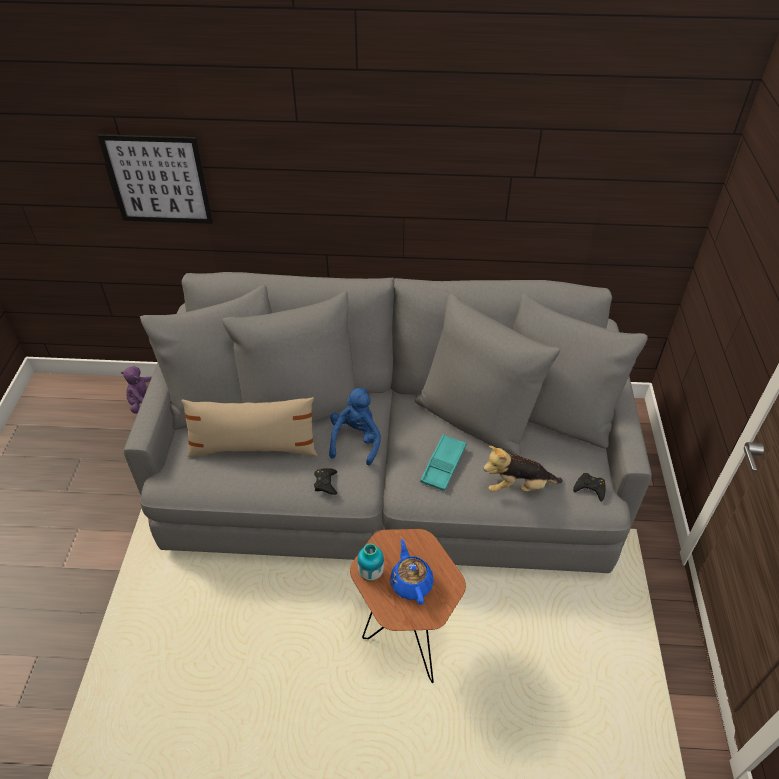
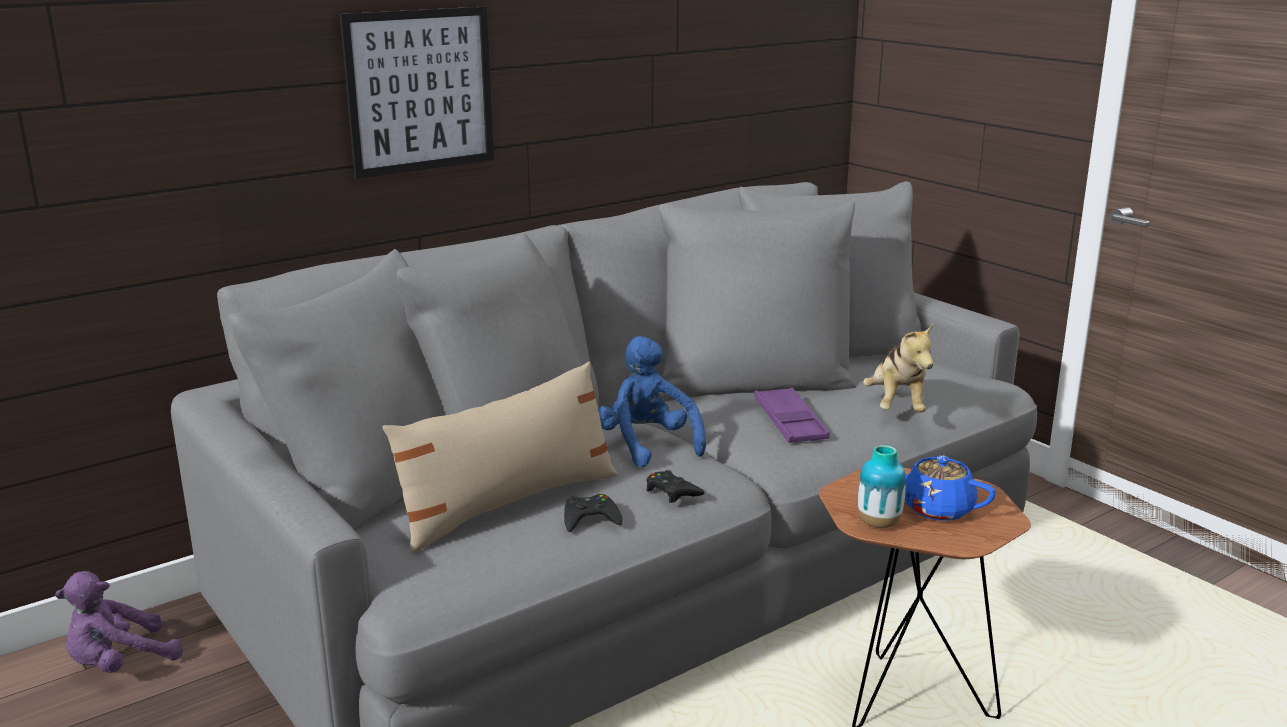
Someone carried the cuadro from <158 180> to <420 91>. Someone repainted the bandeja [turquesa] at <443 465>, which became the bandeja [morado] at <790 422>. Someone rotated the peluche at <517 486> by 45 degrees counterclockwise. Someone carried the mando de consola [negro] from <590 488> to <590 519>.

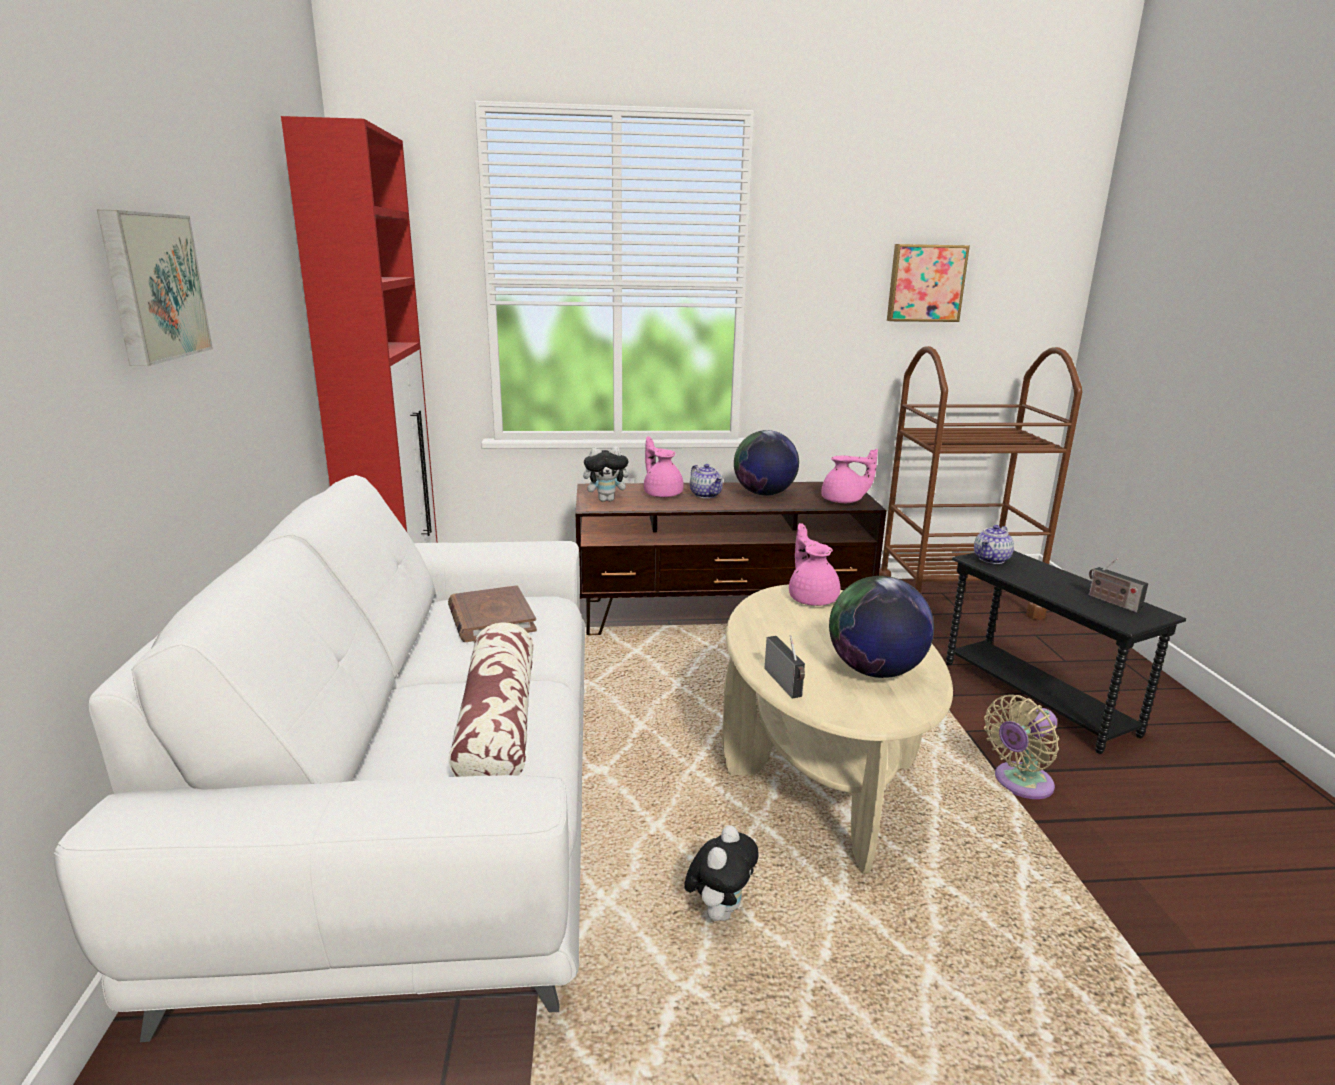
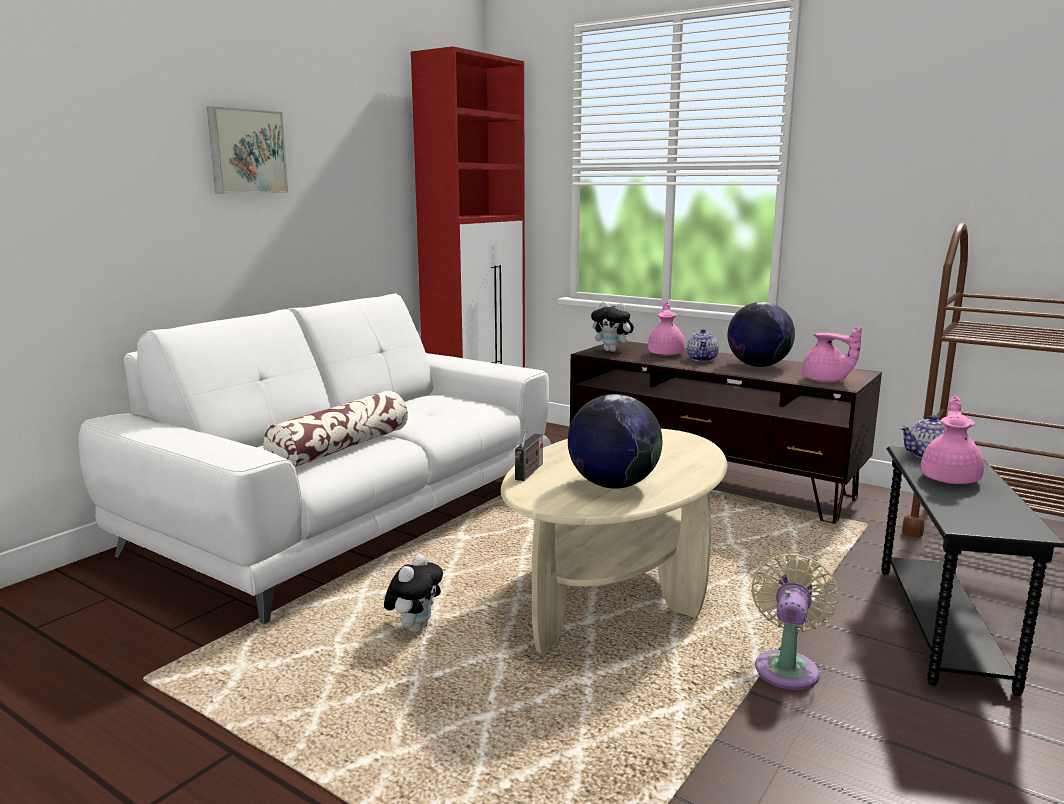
Someone took away the libro [marrón] at <491 618>. Someone rotated the peluche at <719 910> by 45 degrees counterclockwise. Someone carried the tetera [rosa] from <812 598> to <950 478>. Someone took away the cuadro at <925 283>. Someone rotated the ventilador [beis] at <1019 783> by 105 degrees clockwise. Someone took away the radio at <1111 602>.

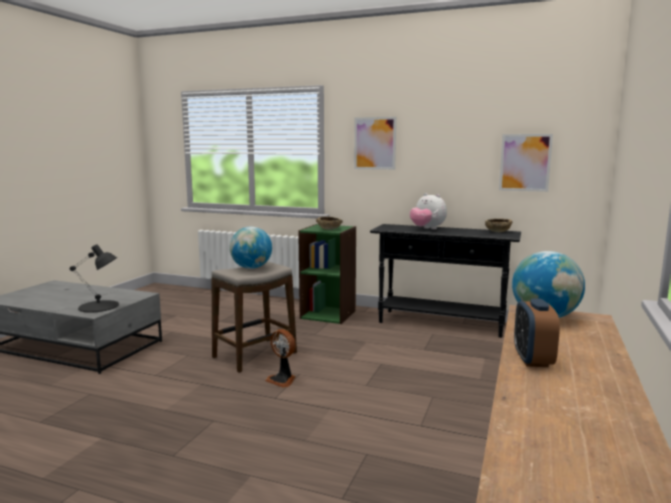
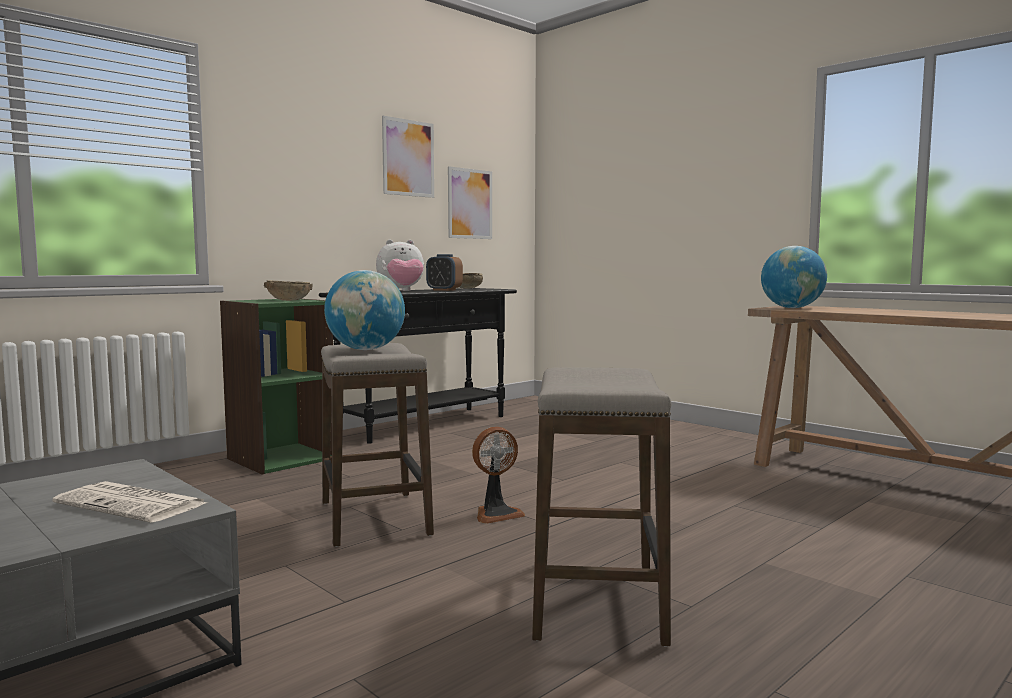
Someone swapped the lámpara de mesa [negro] at <99 306> for the periódico at <133 504>. Someone carried the cuadro from <375 143> to <408 158>. Someone carried the despertador from <532 360> to <444 290>. Someone put down the taburete at <596 600>.

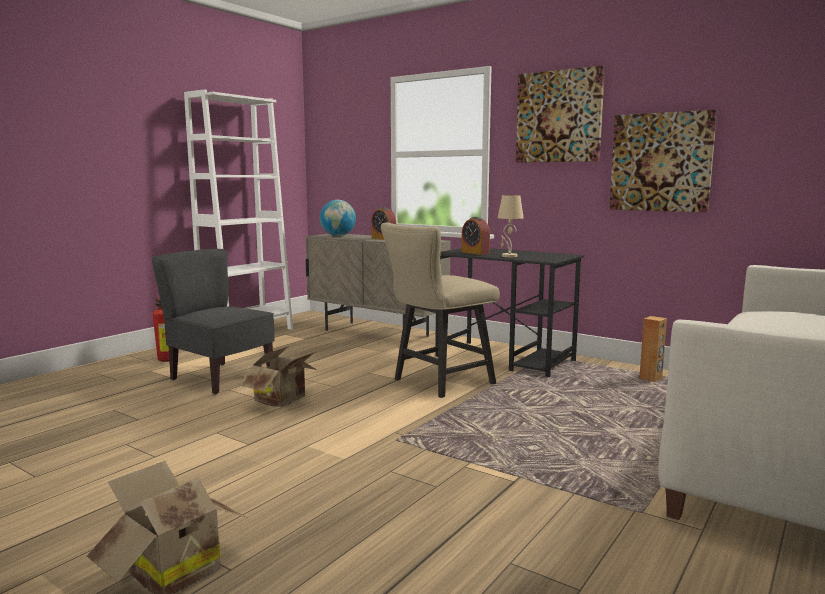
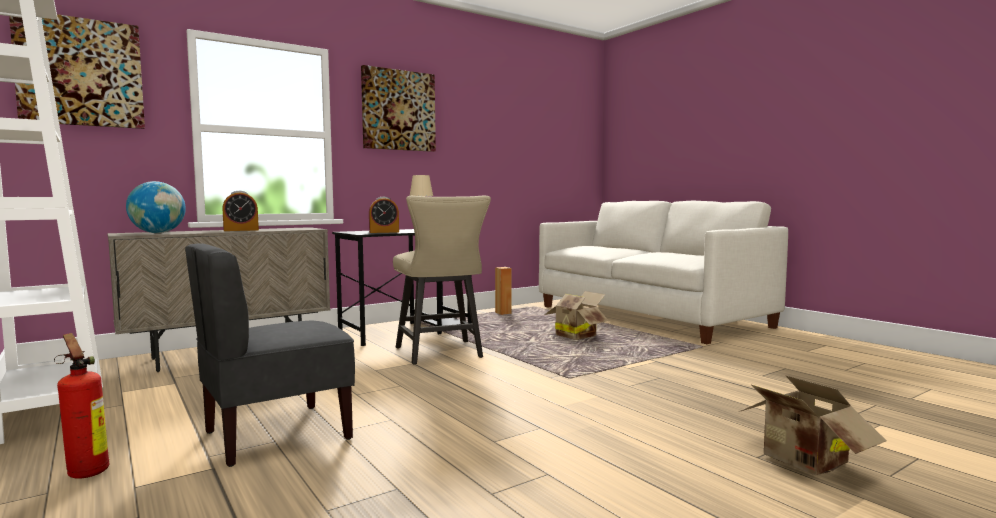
Someone carried the caja de cartón from <284 400> to <577 336>. Someone carried the cuadro from <661 162> to <80 72>.

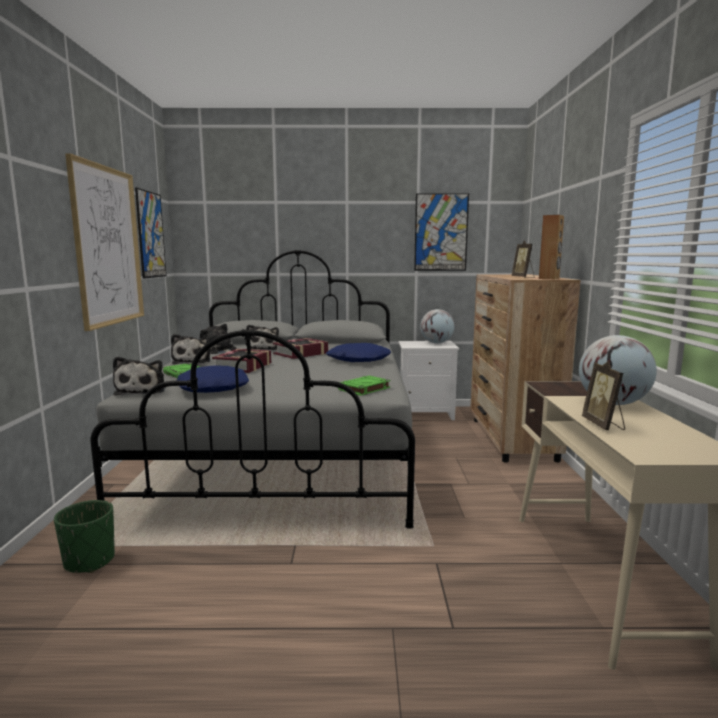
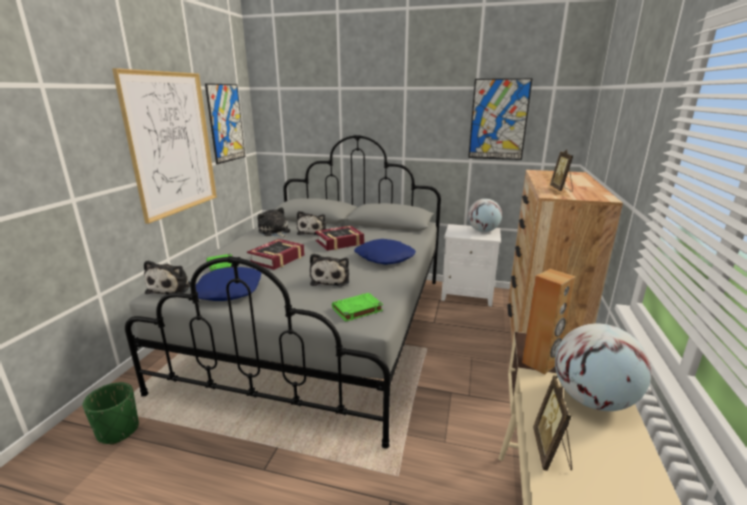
Someone carried the peluche from <192 361> to <331 279>. Someone carried the altavoz [marrón] from <549 278> to <540 363>.

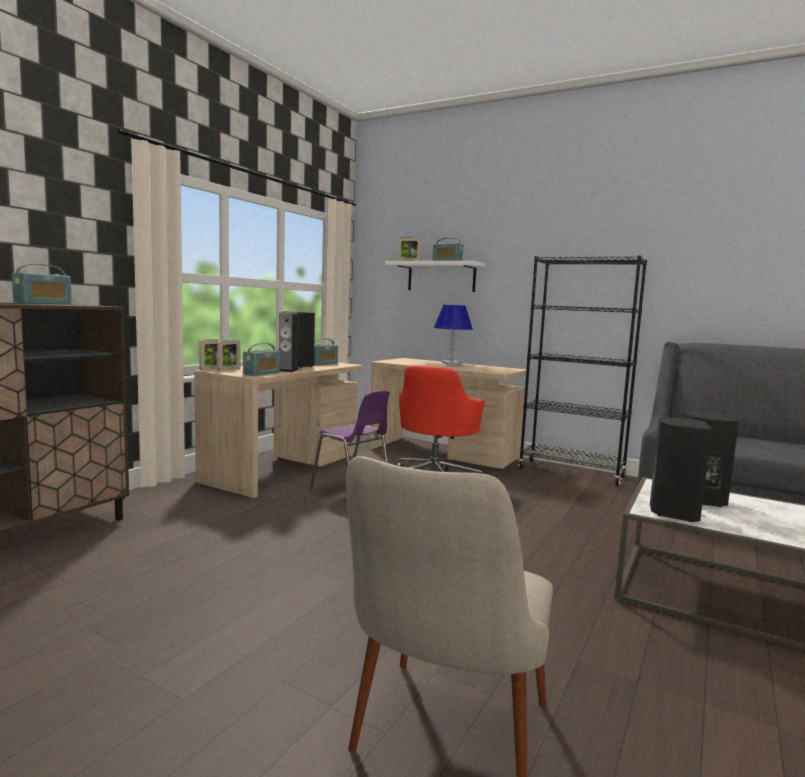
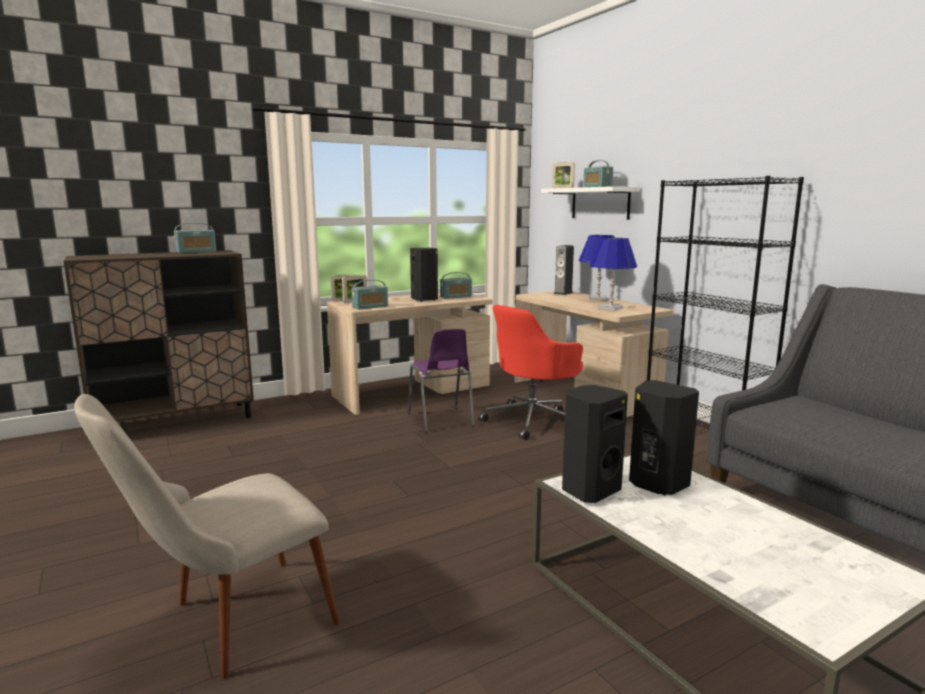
Someone carried the altavoz from <288 370> to <563 293>. Someone put down the lámpara de mesa [azul] at <610 308>.

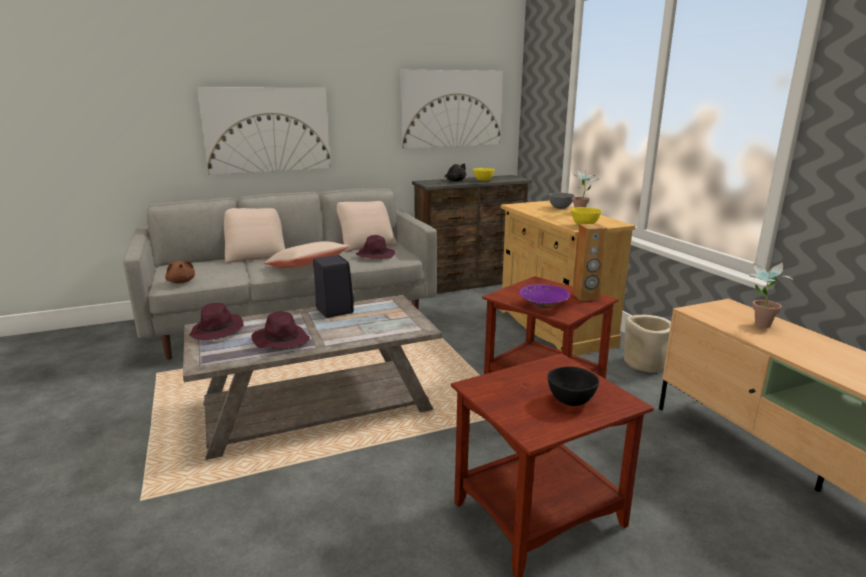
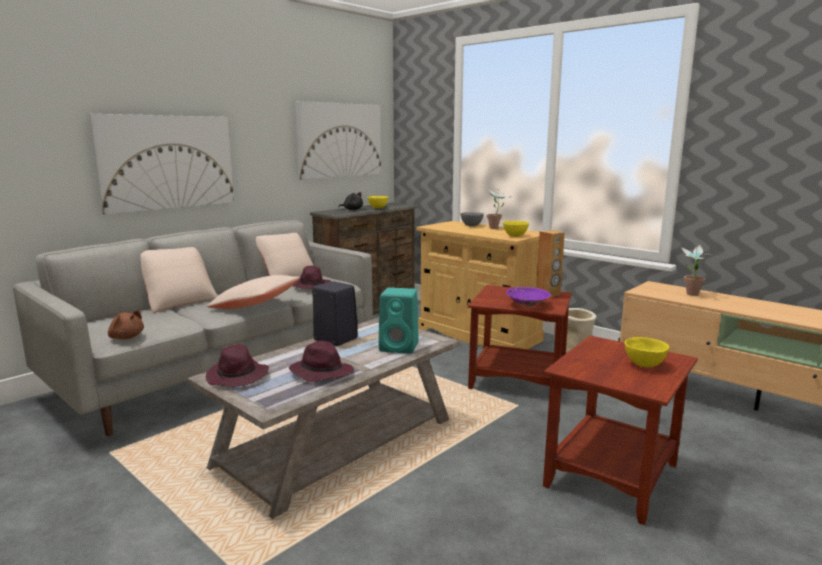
Someone repainted the cuenco [negro] at <570 401>, which became the cuenco [amarillo] at <644 365>. Someone put down the altavoz [turquesa] at <400 347>.

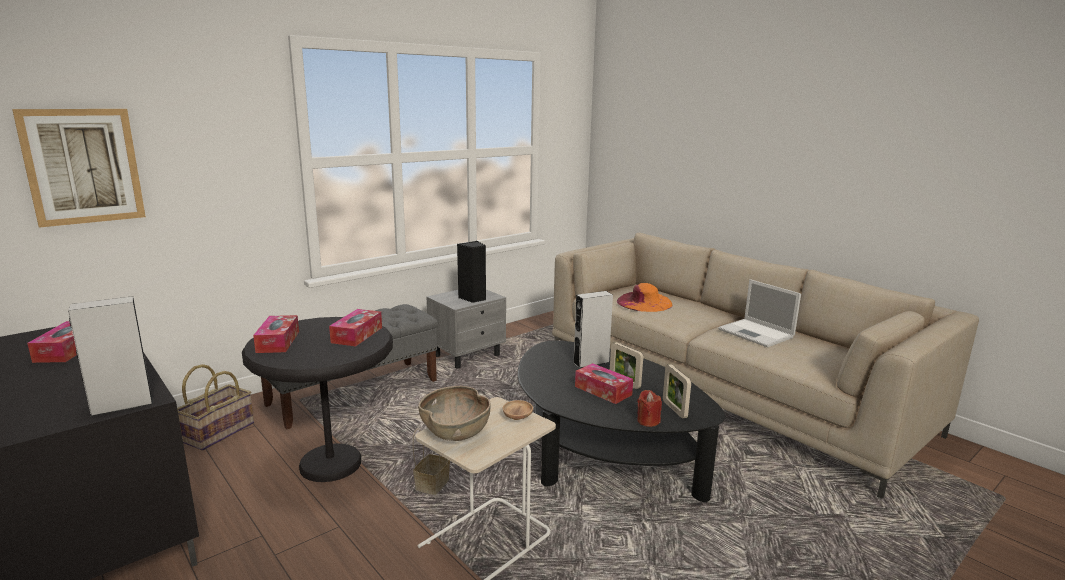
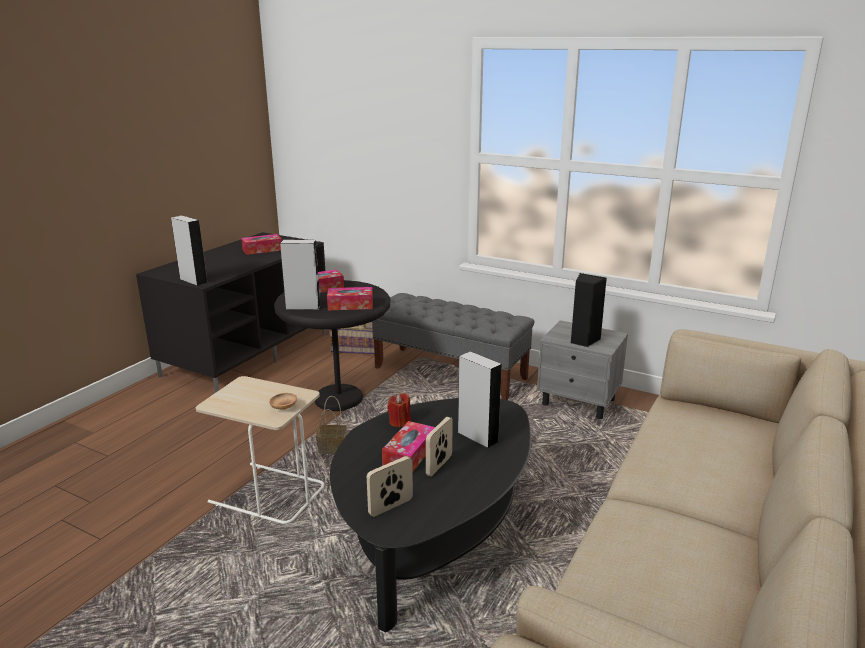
Someone took away the cuadro at <83 166>. Someone took away the cuenco [marrón] at <456 432>. Someone took away the sombrero [naranja] at <644 302>. Someone carried the vela [rojo] from <648 421> to <399 422>. Someone took away the portátil at <757 333>. Someone put down the altavoz [gris] at <303 307>.

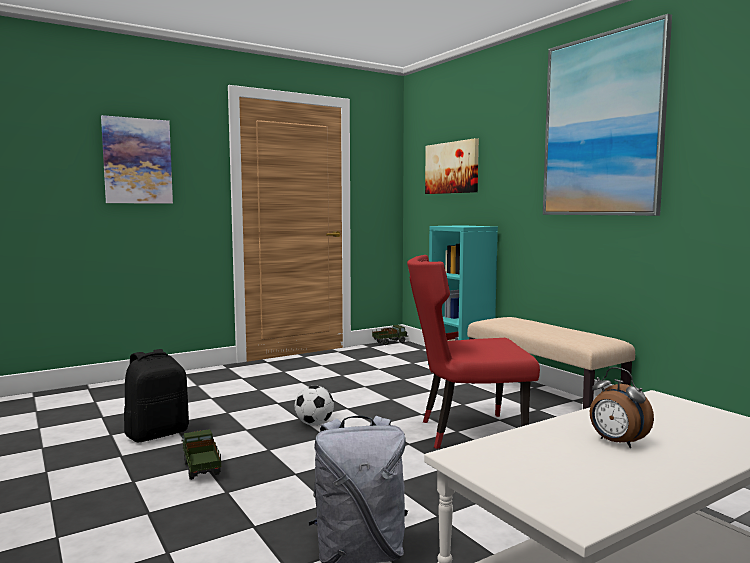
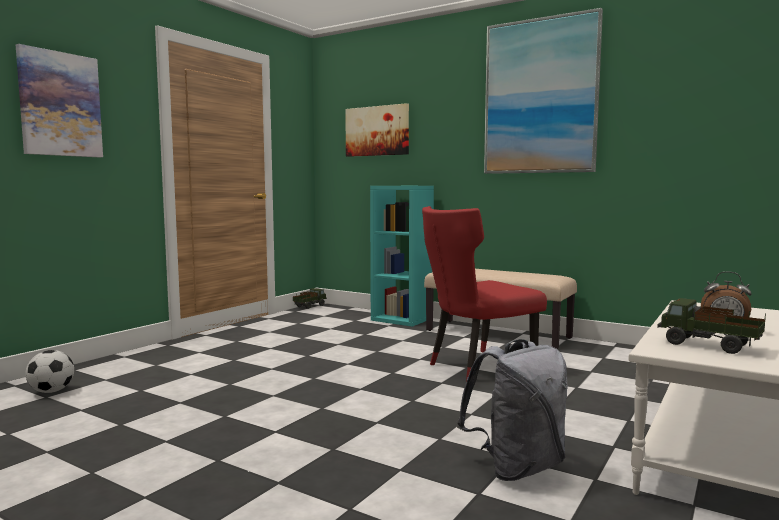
Someone took away the mochila [negro] at <157 433>. Someone carried the camión de juguete from <201 470> to <709 346>. Someone carried the balón de fútbol from <314 424> to <52 391>.

